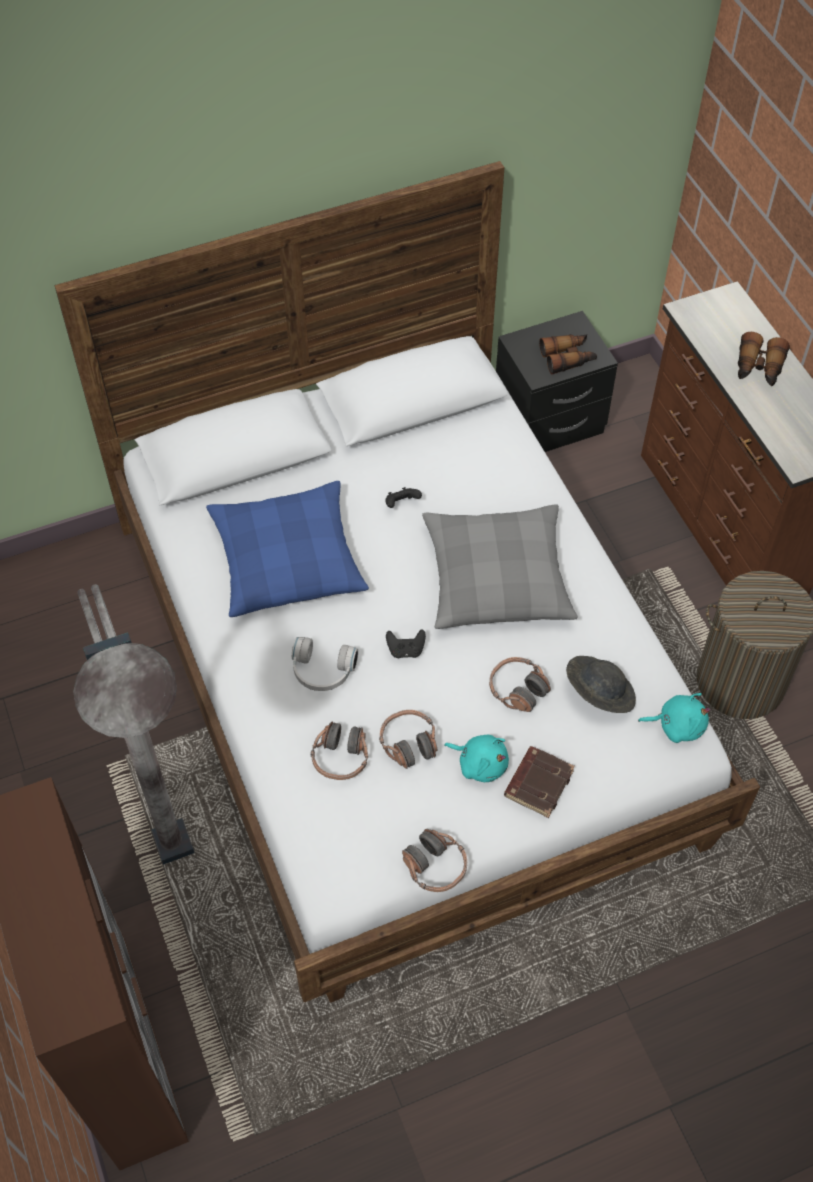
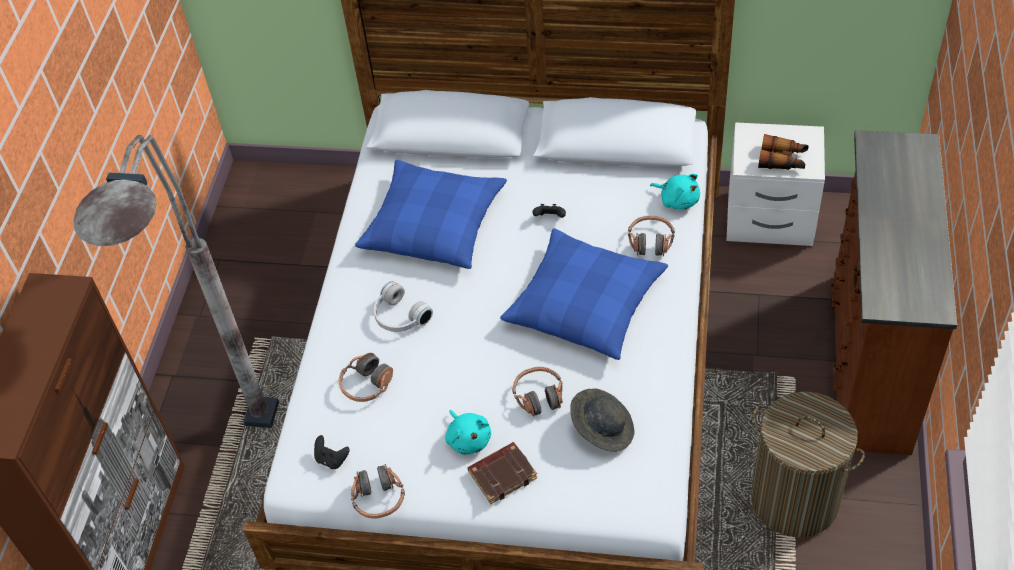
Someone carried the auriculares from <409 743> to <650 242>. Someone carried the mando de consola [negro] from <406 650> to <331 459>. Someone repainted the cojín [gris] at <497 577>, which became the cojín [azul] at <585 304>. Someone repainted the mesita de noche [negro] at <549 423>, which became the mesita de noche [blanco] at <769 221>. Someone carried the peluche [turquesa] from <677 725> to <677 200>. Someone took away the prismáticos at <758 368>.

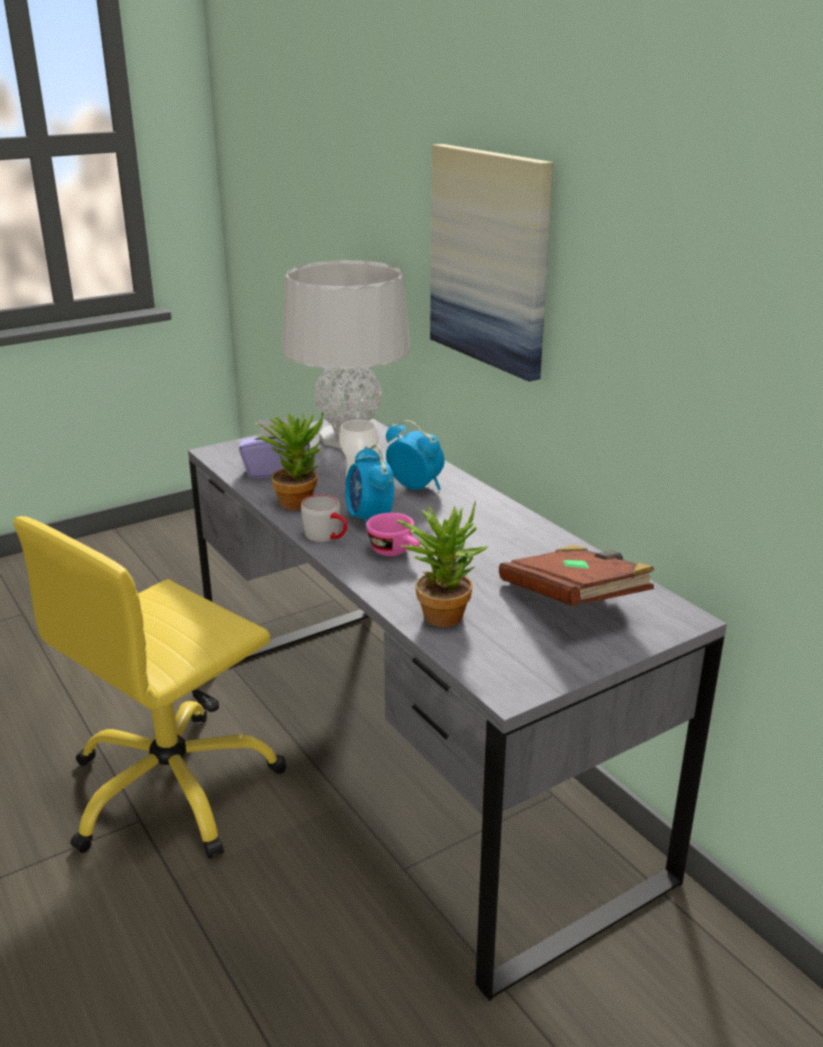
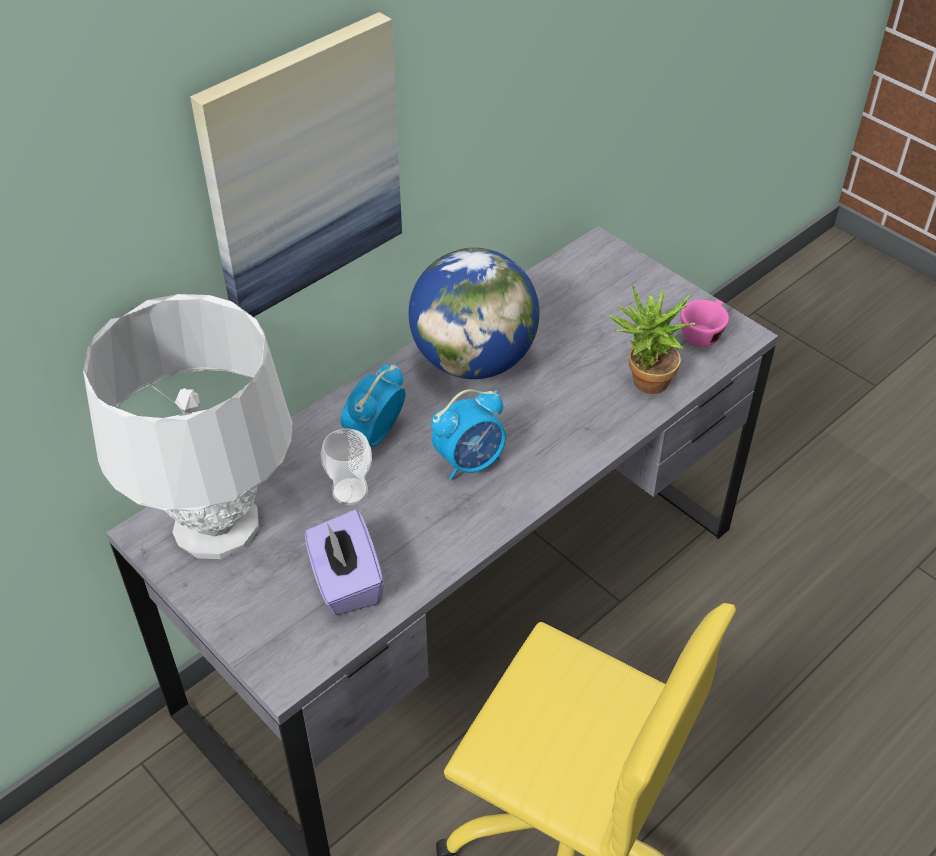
Someone took away the planta en maceta at <297 500>. Someone took away the taza grande [gris] at <328 537>. Someone carried the taza [rosa] from <396 552> to <703 333>. Someone took away the libro [marrón] at <573 601>. Someone put down the globo terráqueo at <473 360>.

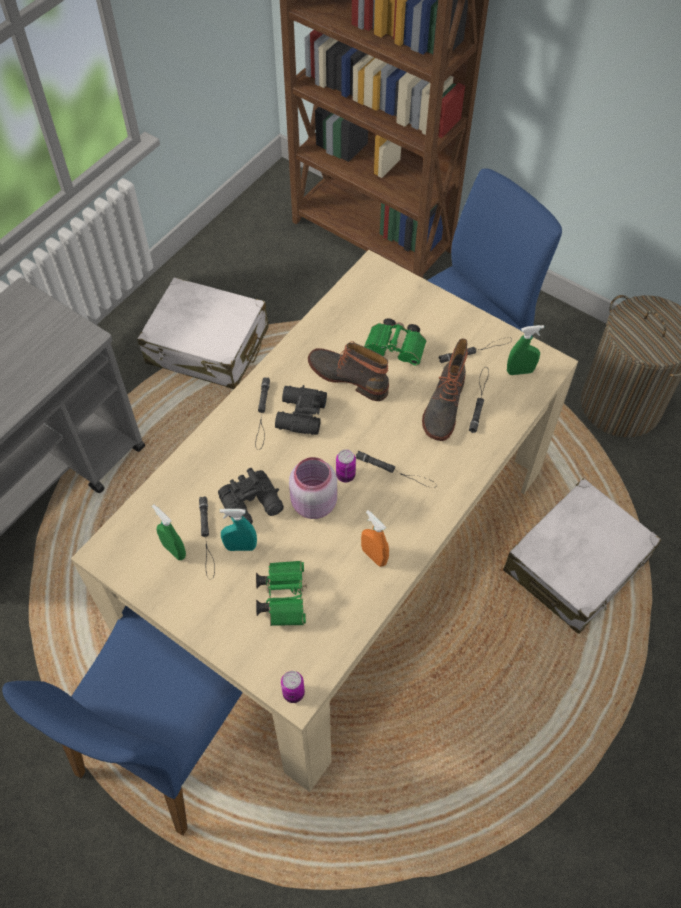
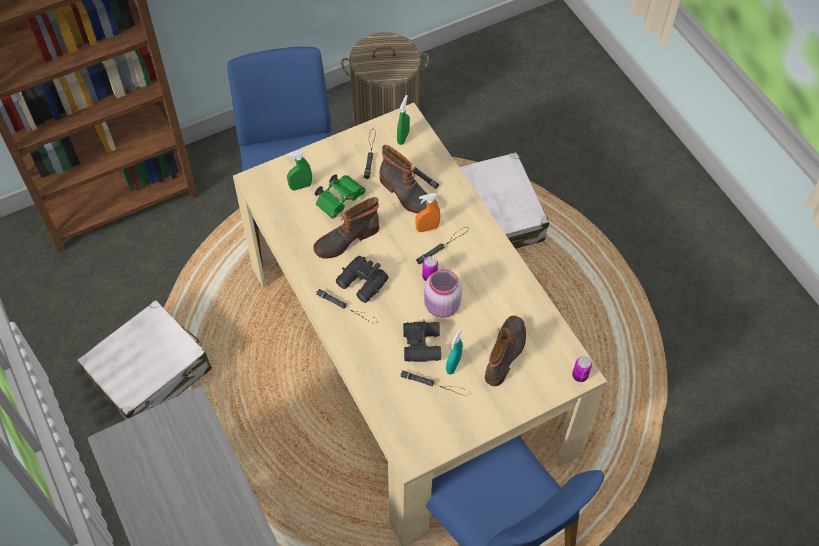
Someone carried the pulverizador [verde] from <174 550> to <300 186>. Someone swapped the prismáticos [verde] at <283 596> for the bota at <505 353>. Someone carried the pulverizador [naranja] from <374 556> to <427 228>.

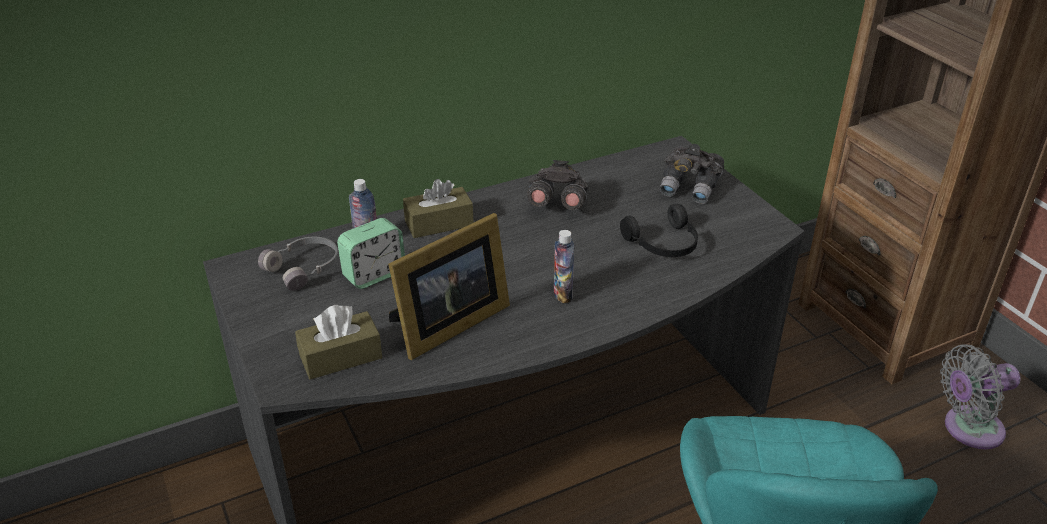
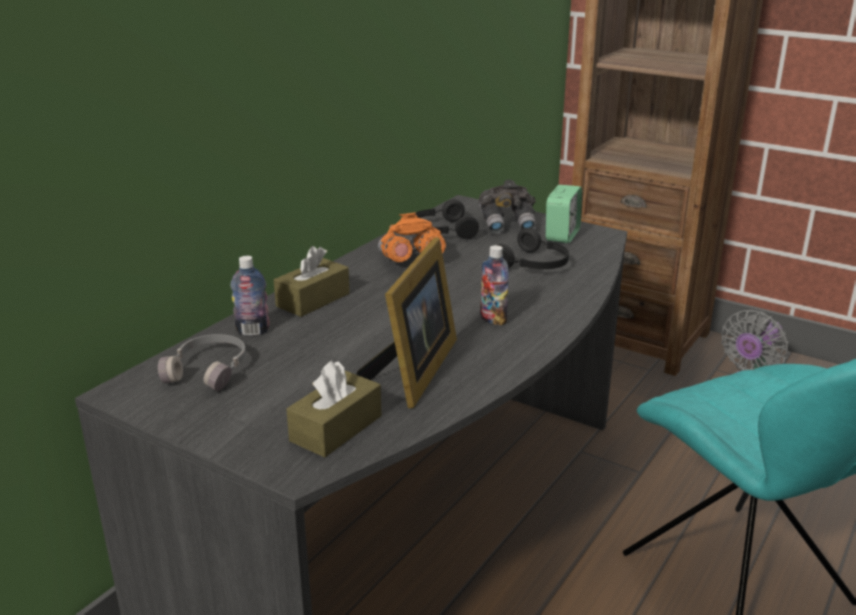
Someone carried the despertador from <374 274> to <562 235>. Someone repainted the prismáticos [gris] at <557 204>, which became the prismáticos [naranja] at <409 260>. Someone put down the auriculares [negro] at <441 231>.

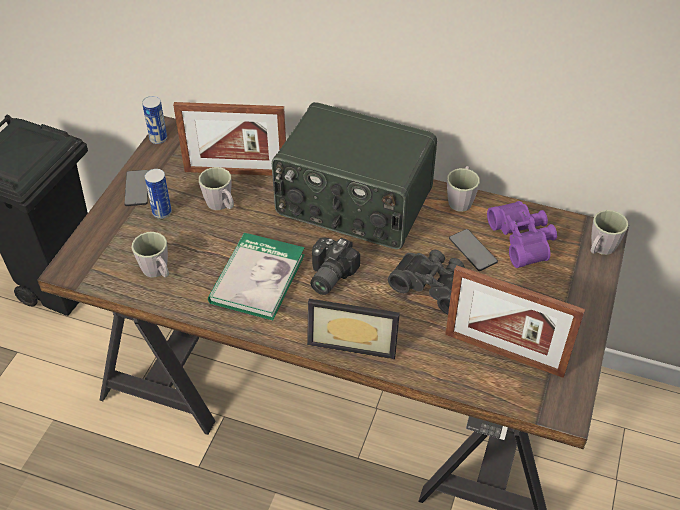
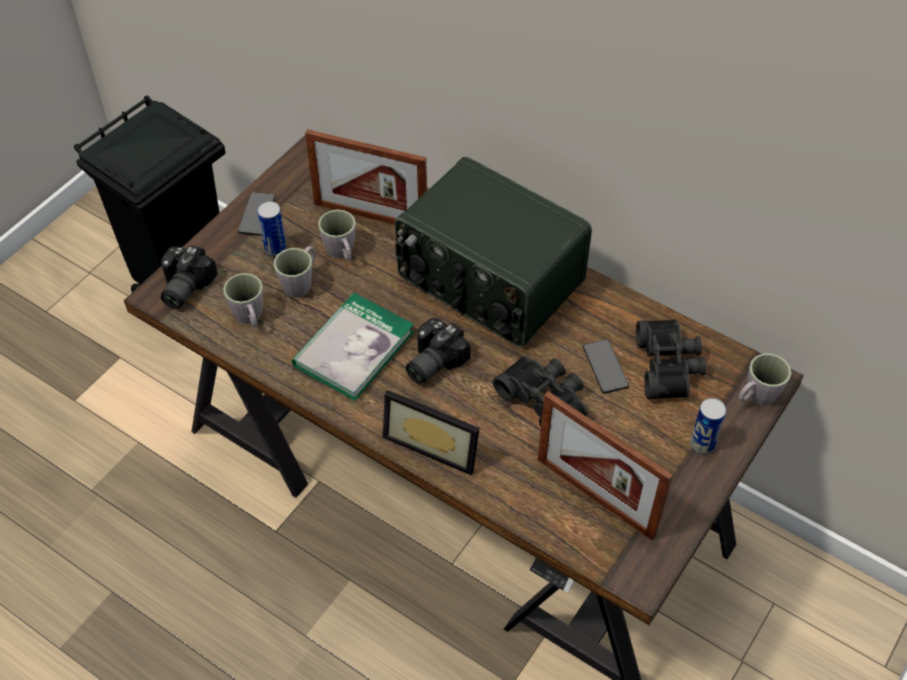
Someone carried the lata from <158 138> to <702 444>. Someone carried the taza grande [gris] from <461 199> to <301 282>. Someone repainted the prismáticos [morado] at <523 240>, which became the prismáticos [negro] at <669 366>. Someone put down the cámara at <182 287>.

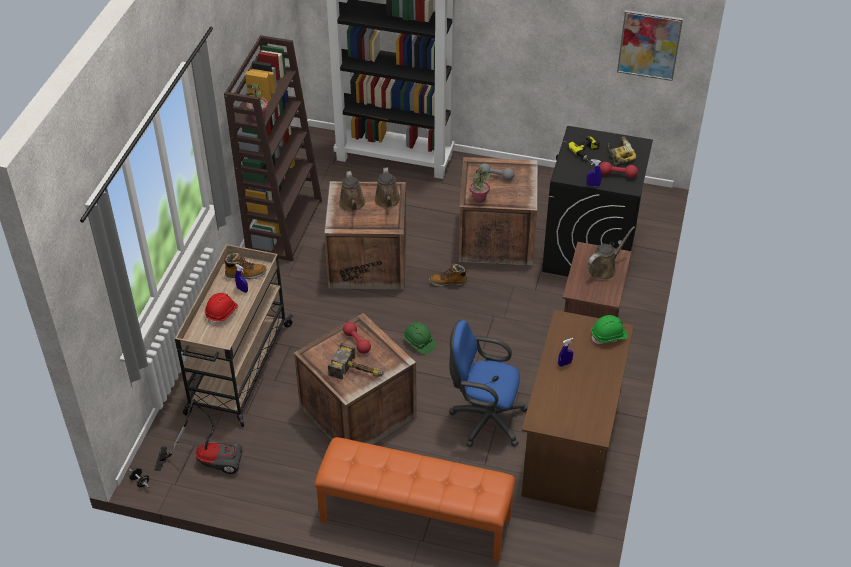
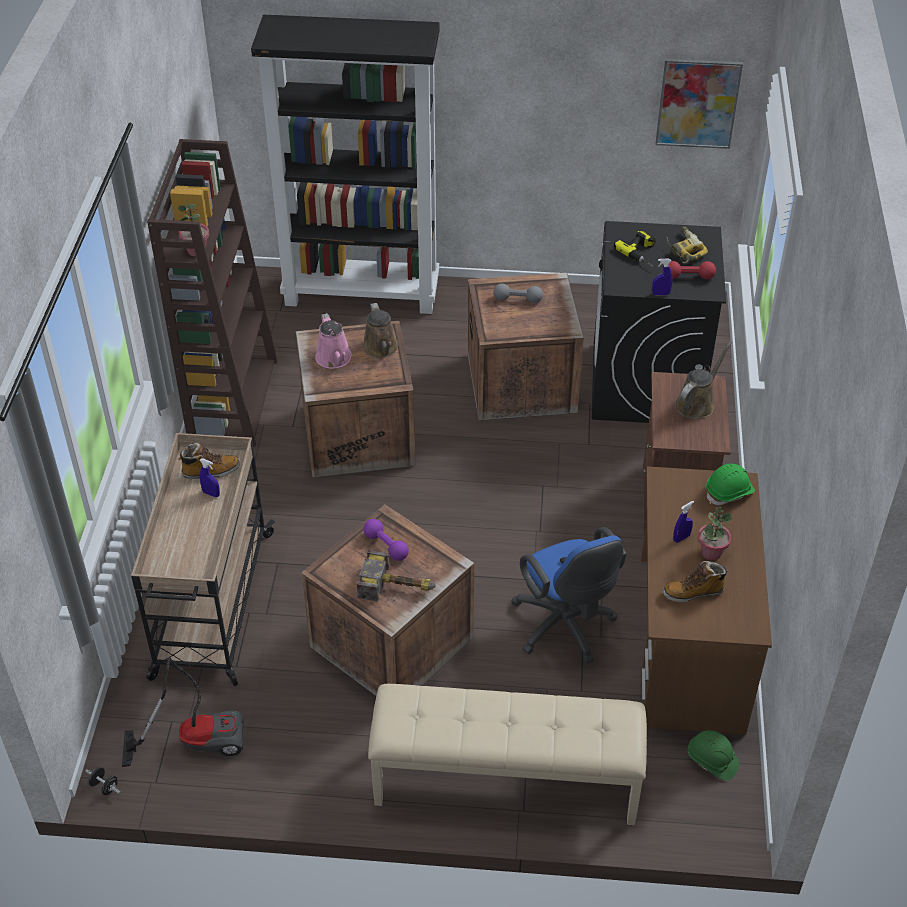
Someone took away the casco [rojo] at <222 313>. Someone repainted the banco [naranja] at <414 520>, which became the banco [beis] at <505 783>. Someone repainted the regadera [marrón] at <352 205>, which became the regadera [rosa] at <334 359>. Someone repainted the mancuerna [rojo] at <357 342>, which became the mancuerna [morado] at <386 546>. Someone carried the casco [verde] from <419 342> to <712 761>. Someone carried the bota from <448 282> to <693 592>. Someone rotated the silla de oficina [azul] at <484 419> by 120 degrees counterclockwise. Someone carried the planta en maceta from <479 198> to <711 553>.

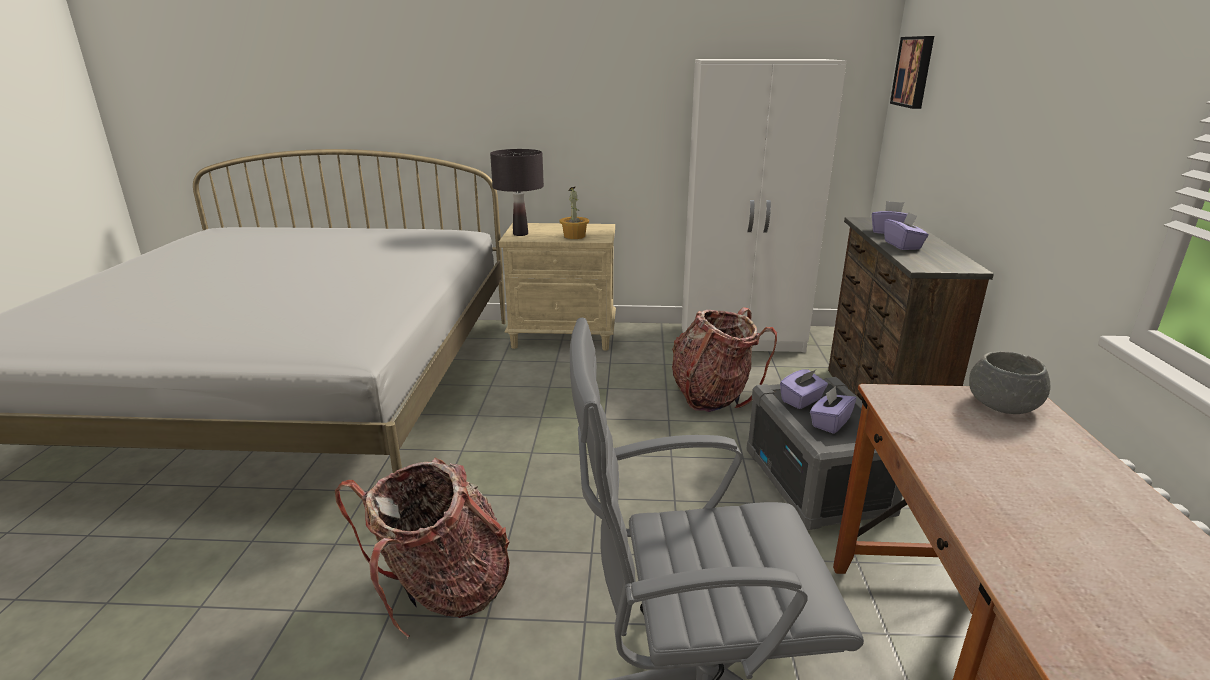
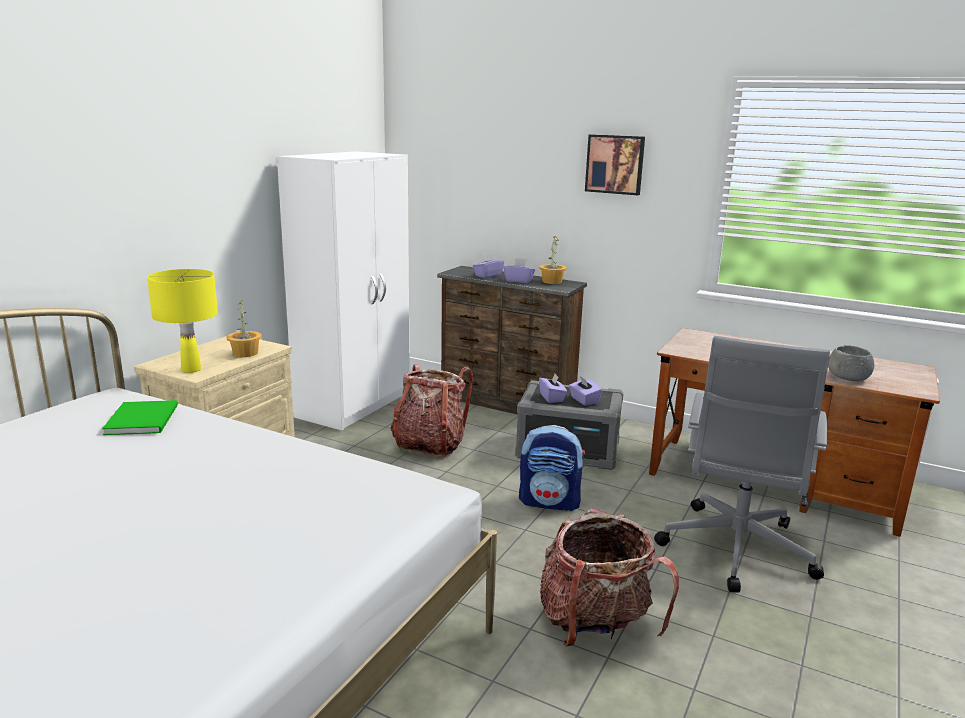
Someone repainted the lámpara de mesa [negro] at <520 234>, which became the lámpara de mesa [amarillo] at <191 369>. Someone carried the cuadro from <914 72> to <615 164>. Someone carried the cuenco [gris] from <1003 404> to <848 377>. Someone put down the libro [verde] at <144 419>. Someone put down the mochila at <550 502>. Someone put down the planta en maceta at <551 281>.

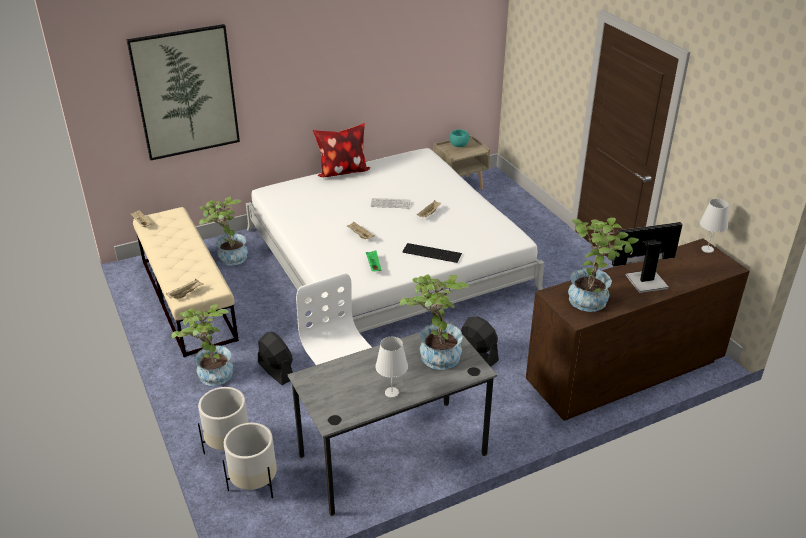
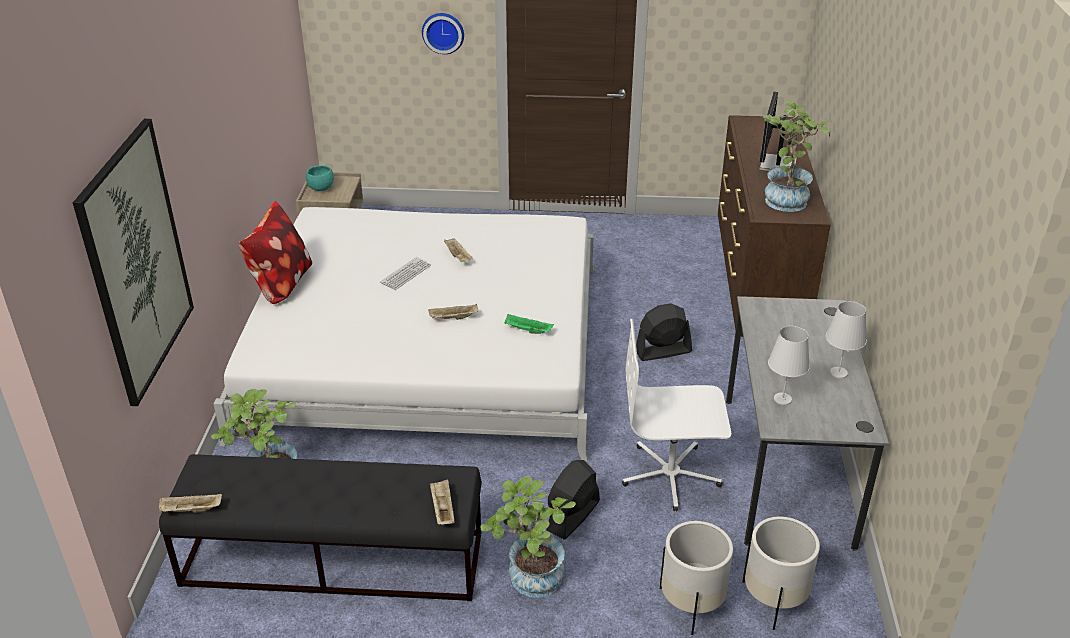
Someone repainted the banco [beis] at <187 298>, which became the banco [negro] at <332 559>. Someone rotated the ventilador [negro] at <276 370> by 45 degrees counterclockwise. Someone took away the planta en maceta at <435 353>. Someone took away the teclado at <431 252>. Someone carried the lámpara de mesa [blanco] from <707 249> to <782 399>. Someone put up the reloj de pared at <443 32>.

